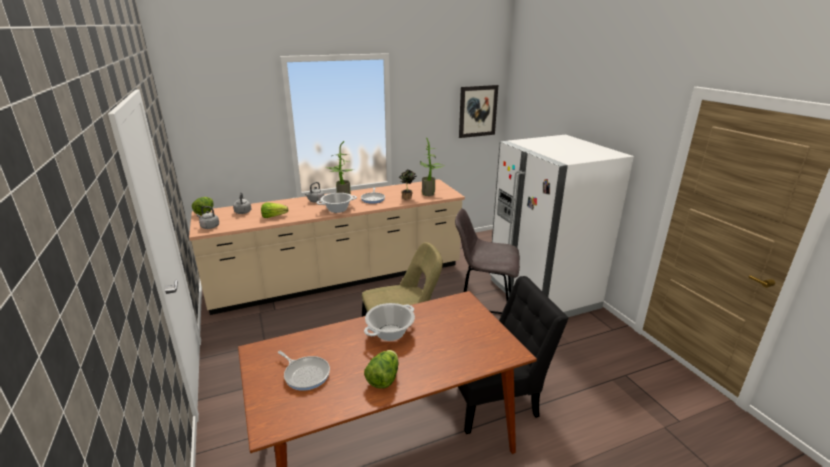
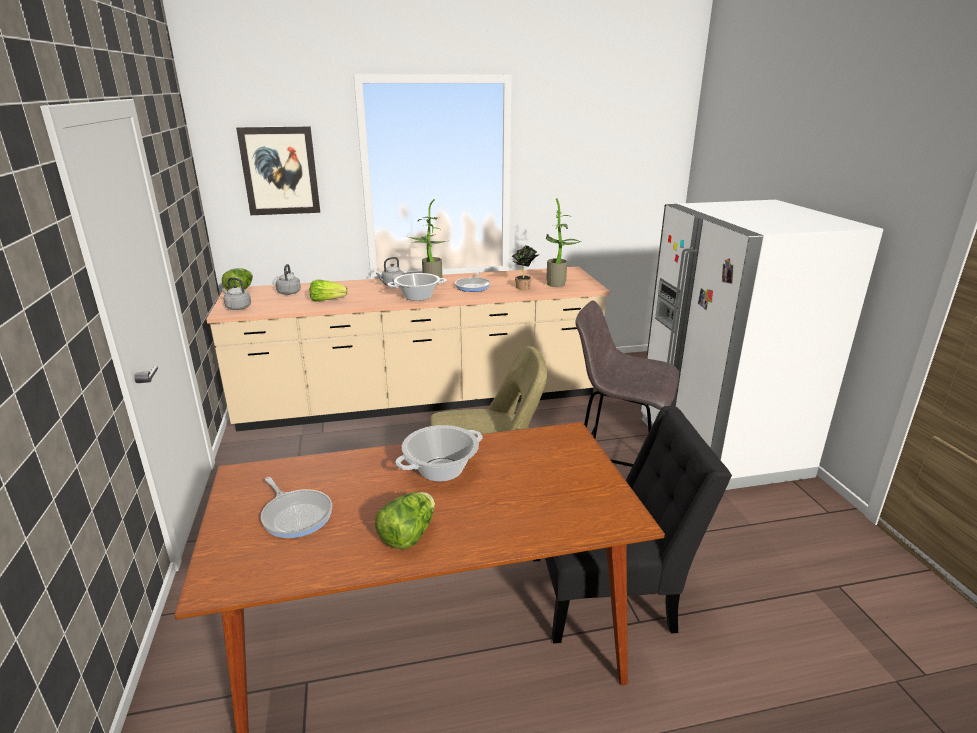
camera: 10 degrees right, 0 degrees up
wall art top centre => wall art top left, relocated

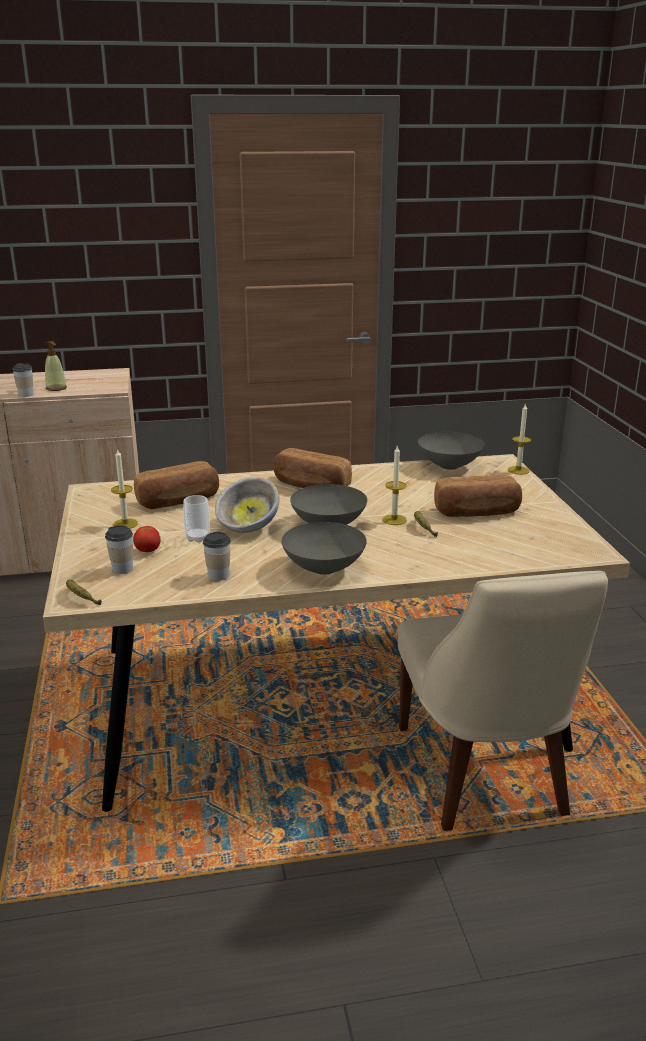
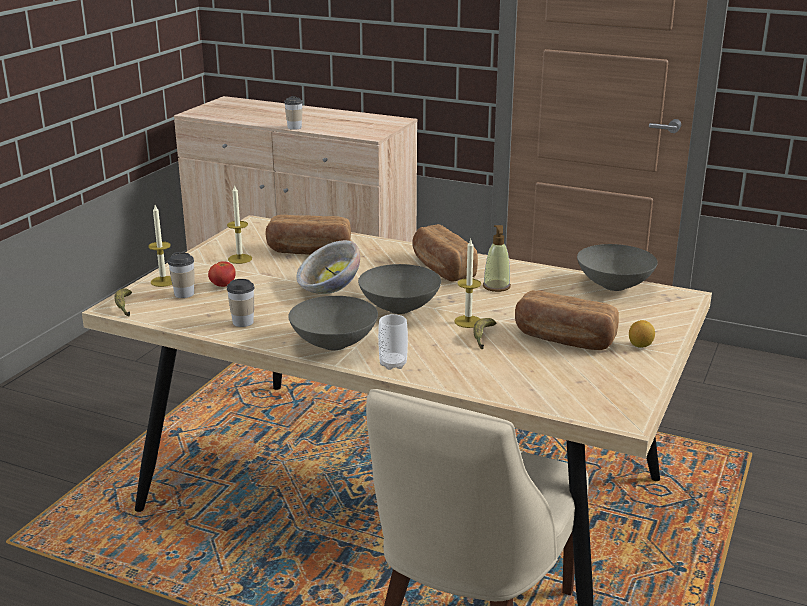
camera: 35 degrees right, 0 degrees up
soap dispenser middle left => soap dispenser centre, relocated
candle (no. 3 from left in the first image) middle right => candle (no. 1 from left) middle left, relocated
cup (no. 3 from left in the first image) middle left => cup (no. 4 from left) centre, relocated
nothing => lemon middle right

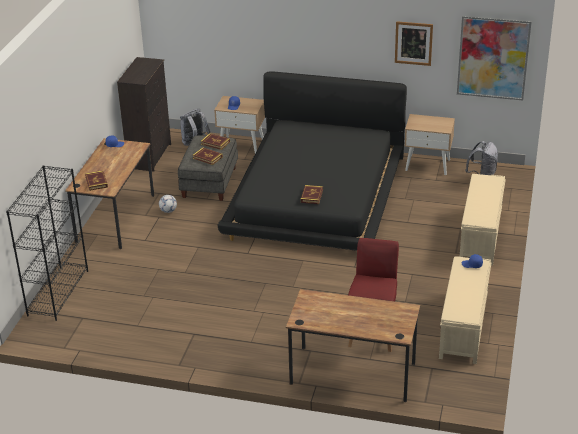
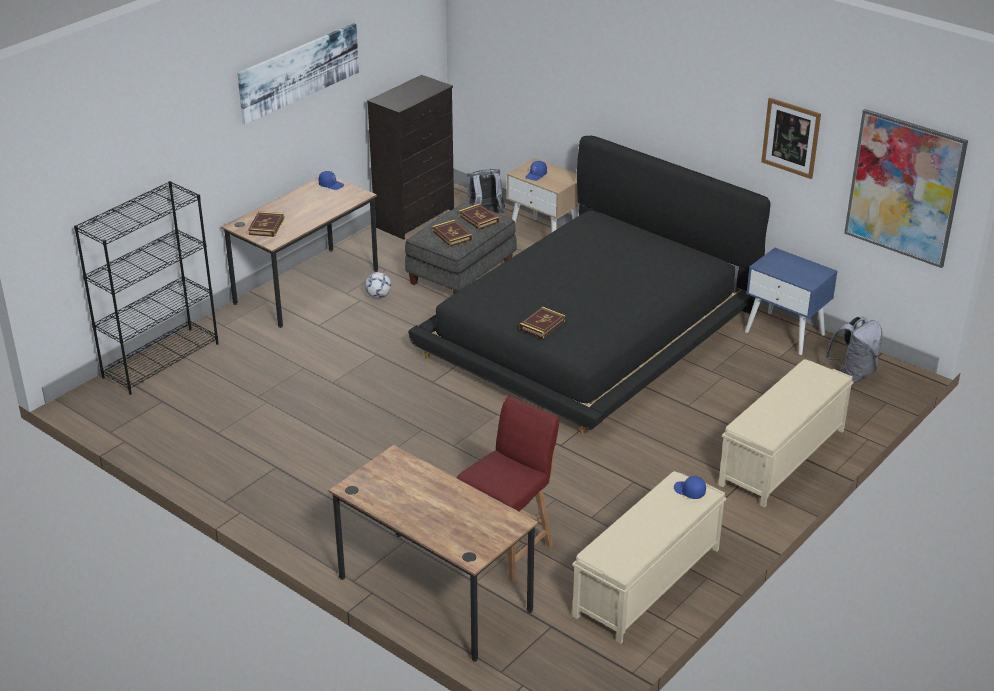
camera: 25 degrees right, 0 degrees up
beige nightstand (no. 2 from left) top right => bluish nightstand middle right
nothing => wall art (no. 1 from left) top left

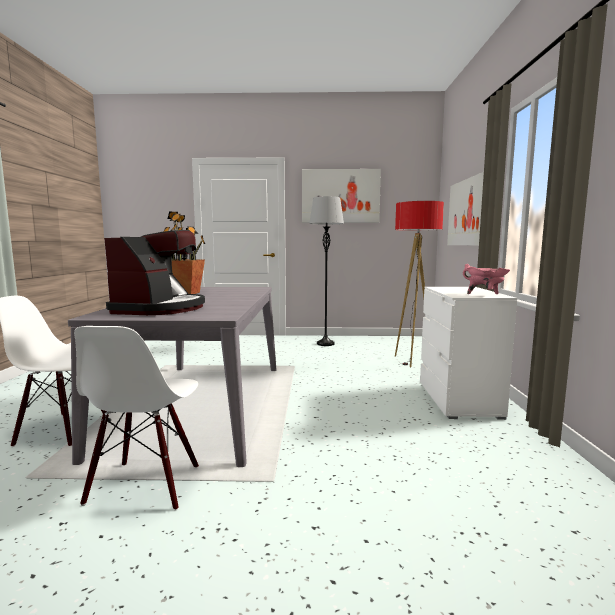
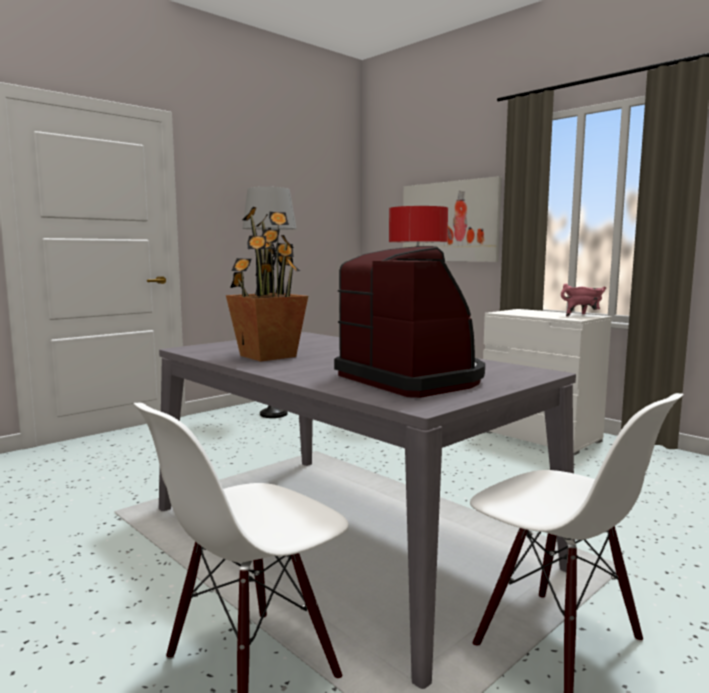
camera: 45 degrees left, 0 degrees up
wall art (no. 1 from left) top centre => nothing

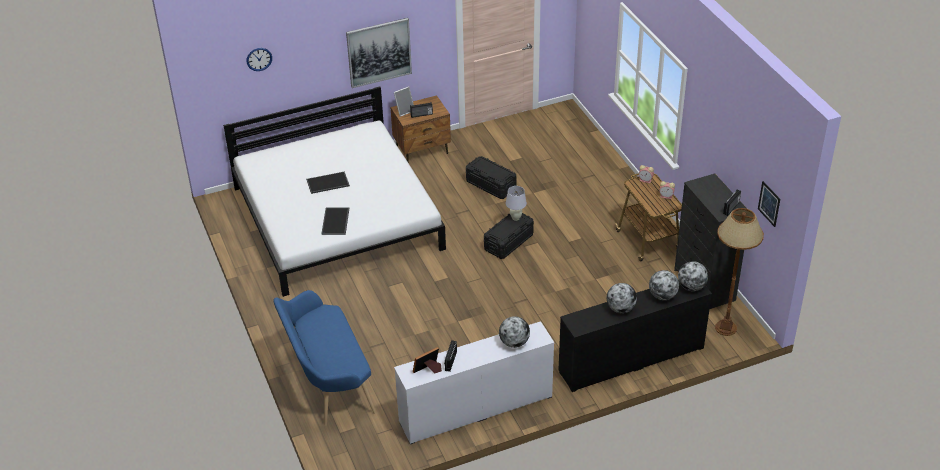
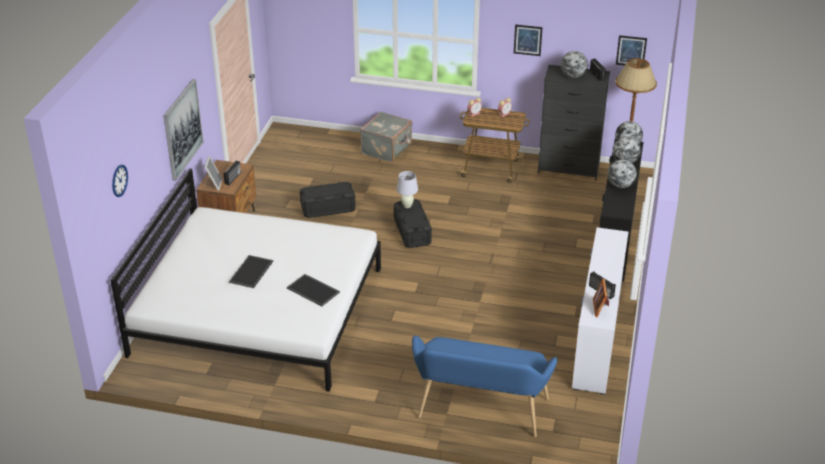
camera: 55 degrees left, 5 degrees down
desk globe (no. 1 from left) bottom centre => desk globe (no. 1 from left) top right, relocated
nothing => wall art (no. 2 from left) top centre
nothing => grey travel case top centre

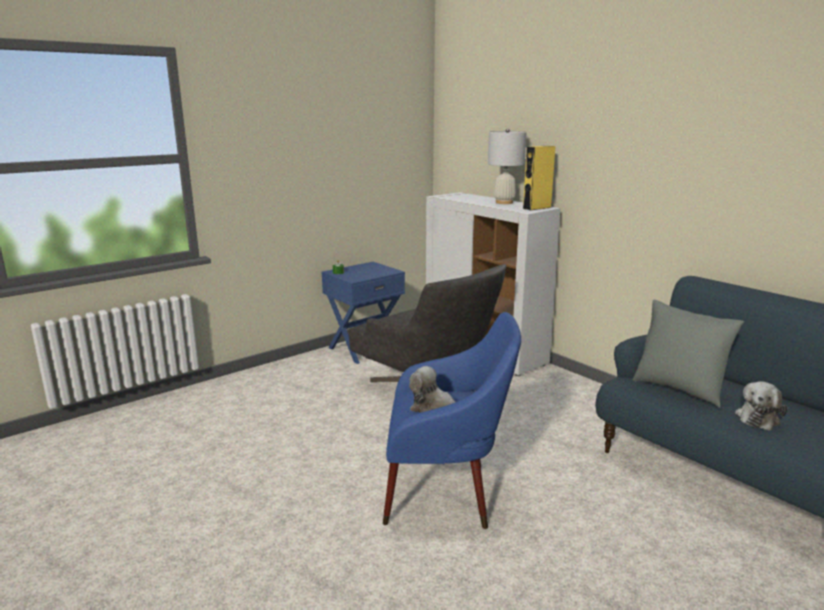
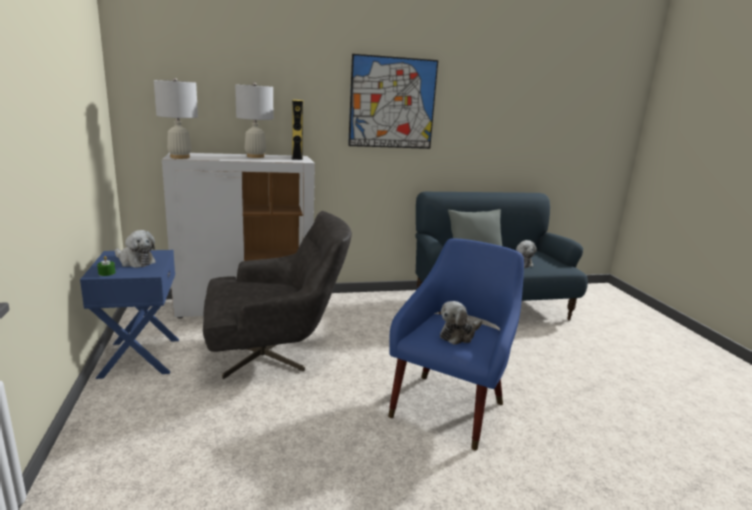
camera: 65 degrees left, 0 degrees up
nothing => wall art top centre
nothing => white-coloured tabletop lamp (no. 1 from left) top left
nothing => cuddly toy (no. 1 from left) middle left

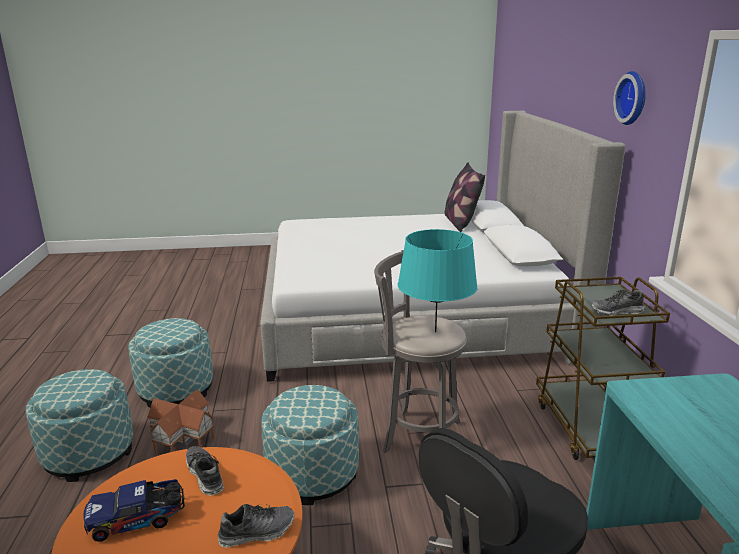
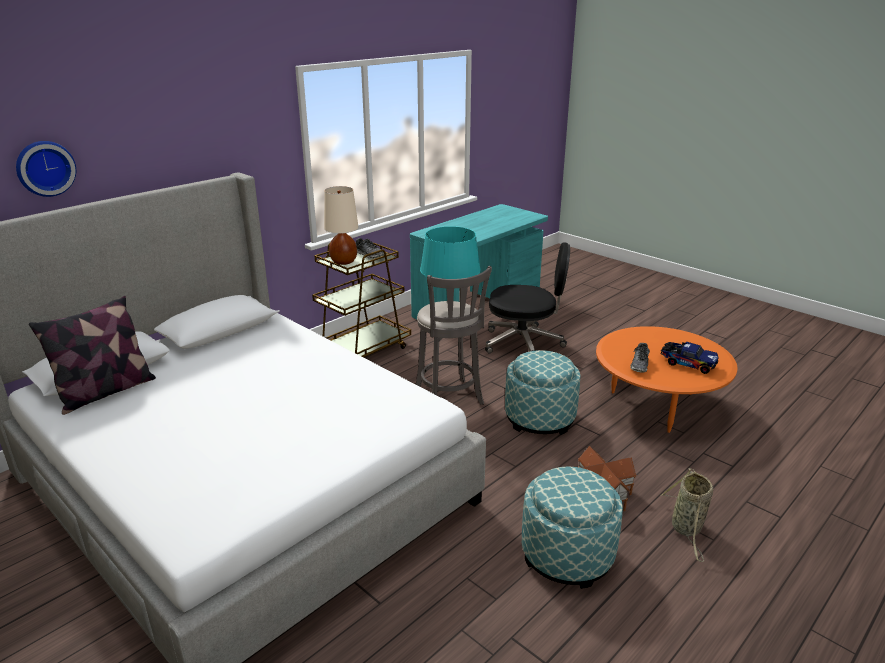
camera: 130 degrees left, 5 degrees up
wall clock top right => wall clock top left, relocated
ottoman (no. 1 from left) bottom left => basket bottom right
shoe (no. 2 from left) bottom centre => nothing
nothing => beige tabletop lamp centre

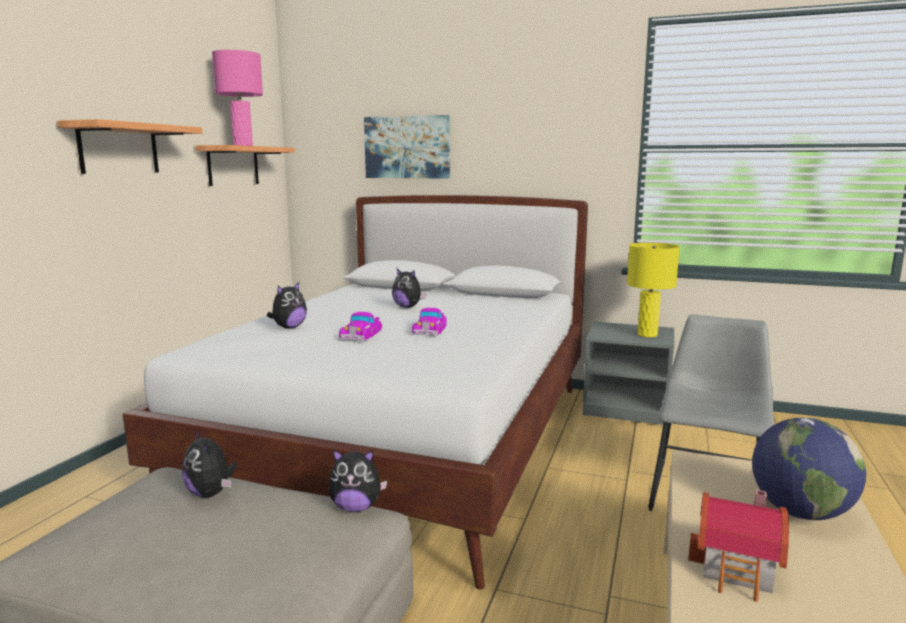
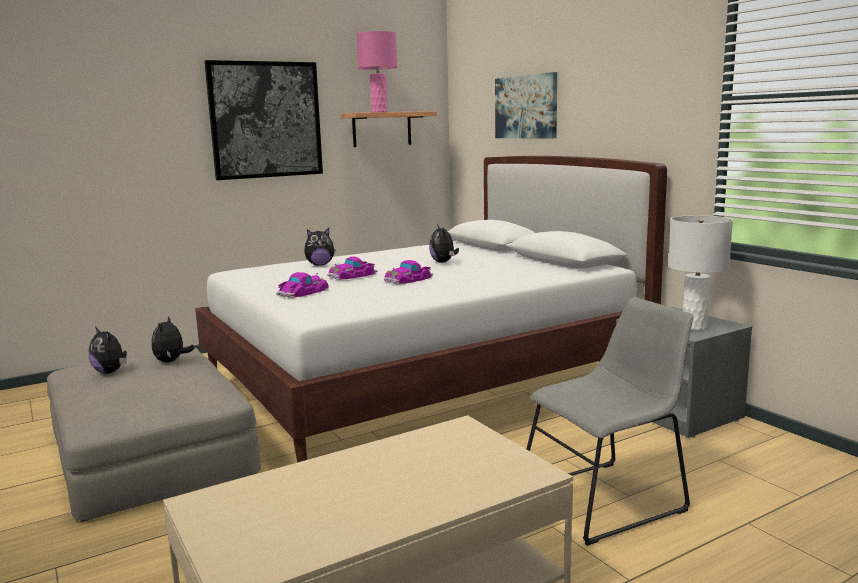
camera: 40 degrees right, 0 degrees up
shelf (no. 1 from left) top left => wall art (no. 1 from left) top left
yellow-coloured tabletop lamp middle right => white-coloured tabletop lamp middle right
desk globe bottom right => nothing
cuddly toy (no. 3 from left in the first image) bottom centre => cuddly toy (no. 1 from left) middle left, relocated
toy house bottom right => nothing
nothing => toy car (no. 1 from left) centre

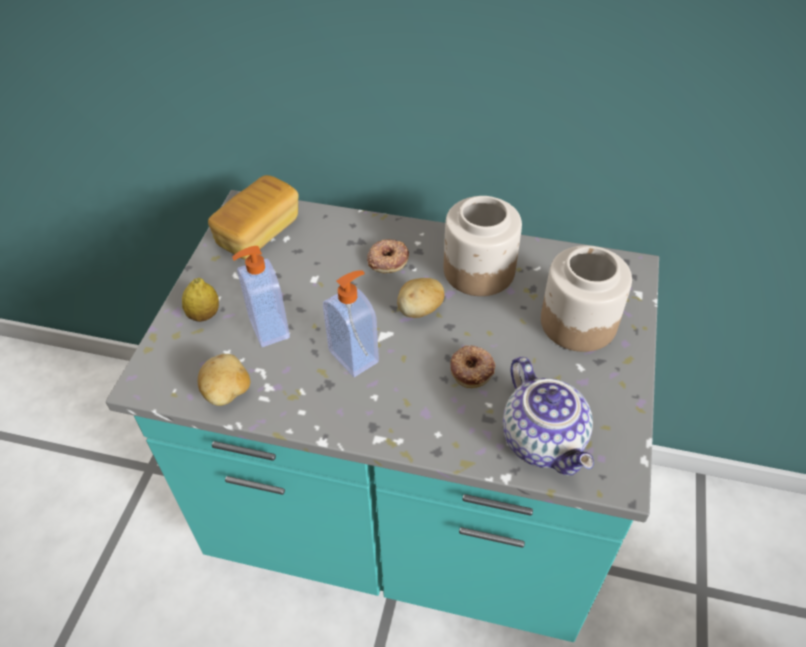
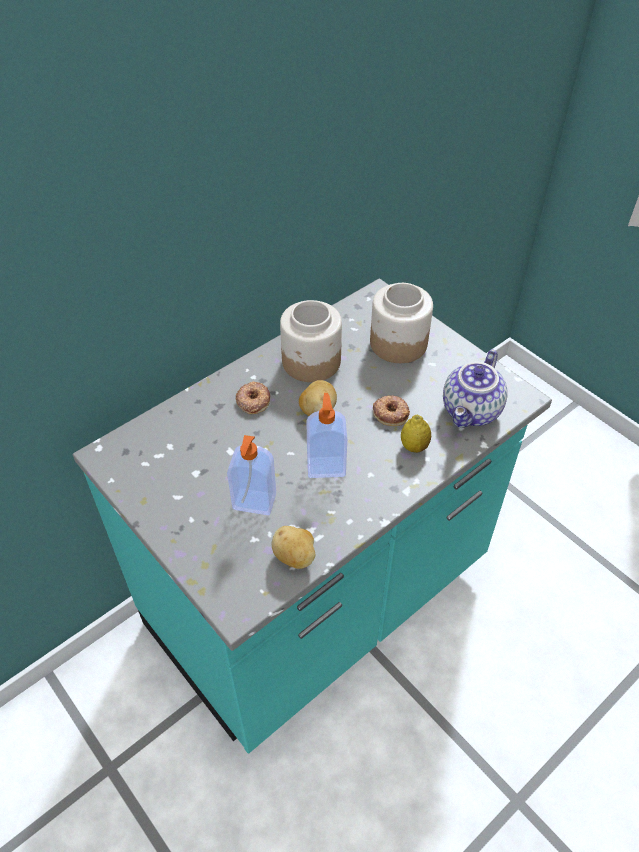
camera: 55 degrees left, 0 degrees up
bread middle left => nothing
lemon middle left => lemon centre, relocated
teapot middle right, 105 degrees clockwise

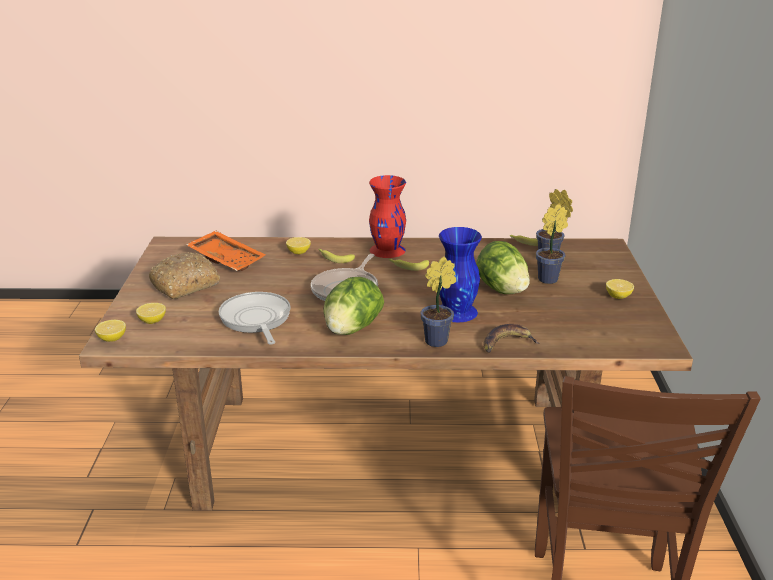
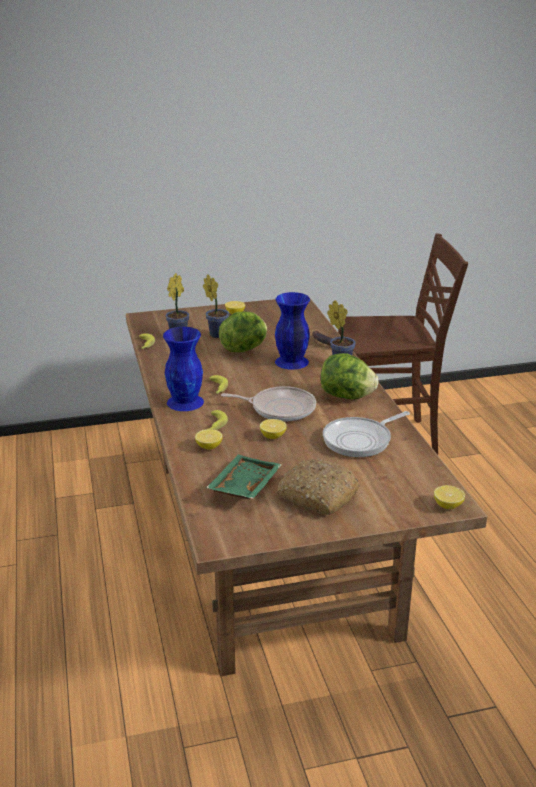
camera: 105 degrees left, 0 degrees up
reddish flower vase centre => bluish flower vase (no. 1 from left) centre
orange-coloured serving tray middle left => green serving tray centre
lemon (no. 2 from left in the first image) middle left => lemon (no. 3 from left) centre, relocated

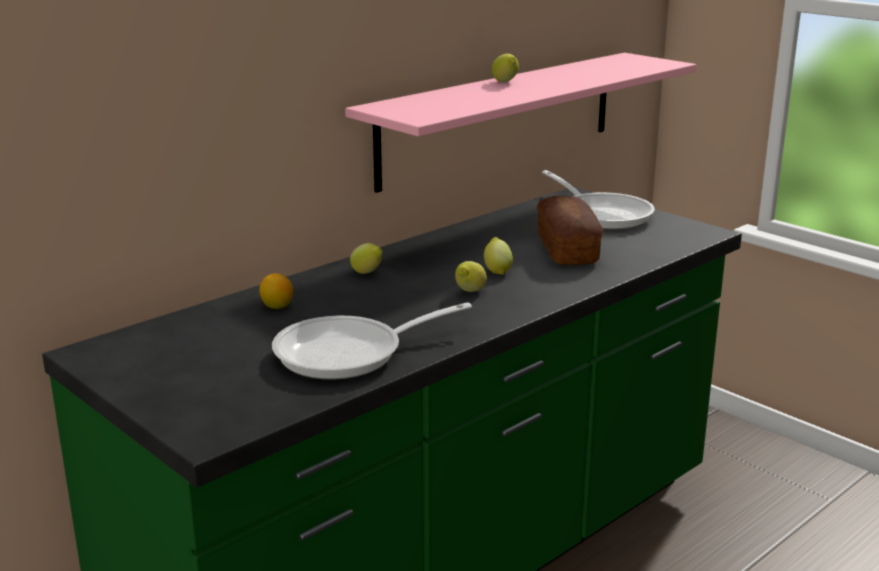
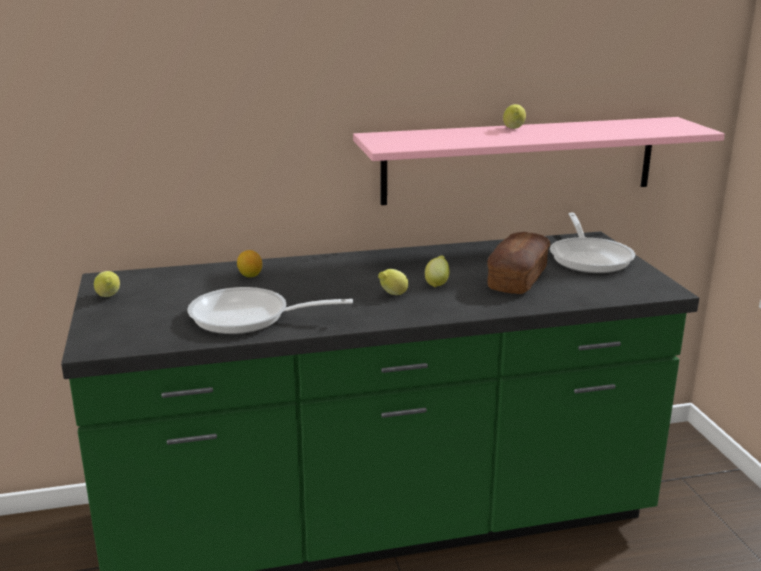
camera: 30 degrees right, 0 degrees up
lemon (no. 2 from left in the first image) centre => lemon (no. 1 from left) middle left, relocated

